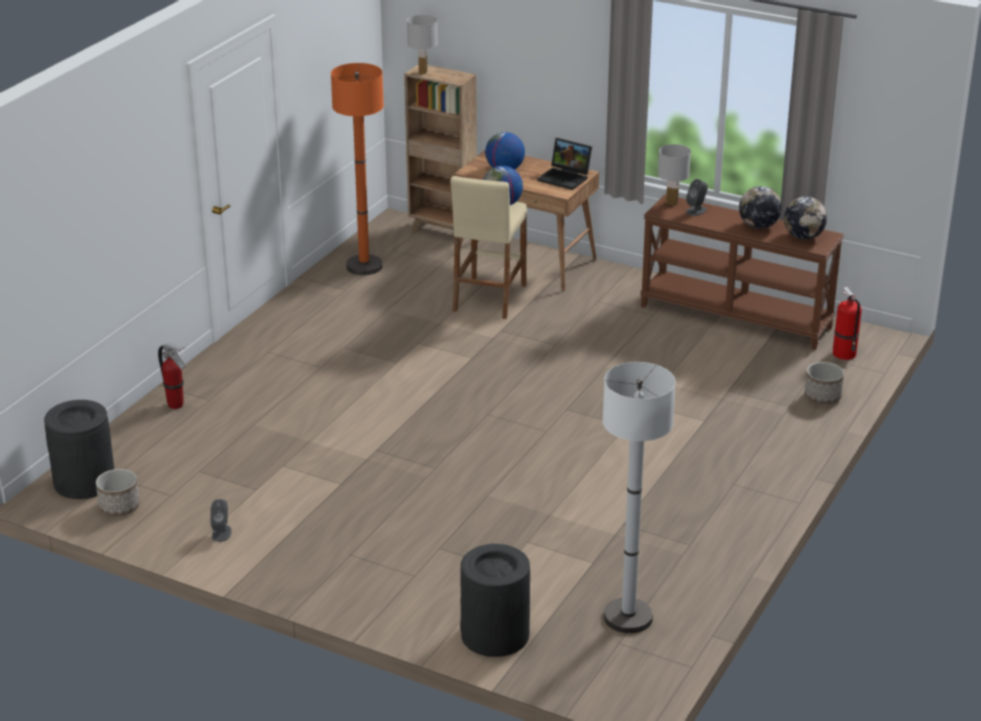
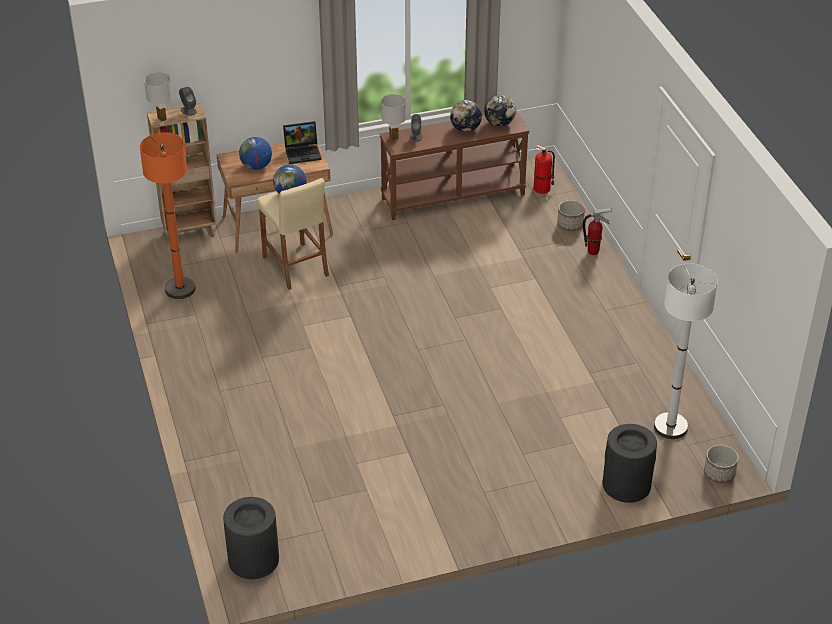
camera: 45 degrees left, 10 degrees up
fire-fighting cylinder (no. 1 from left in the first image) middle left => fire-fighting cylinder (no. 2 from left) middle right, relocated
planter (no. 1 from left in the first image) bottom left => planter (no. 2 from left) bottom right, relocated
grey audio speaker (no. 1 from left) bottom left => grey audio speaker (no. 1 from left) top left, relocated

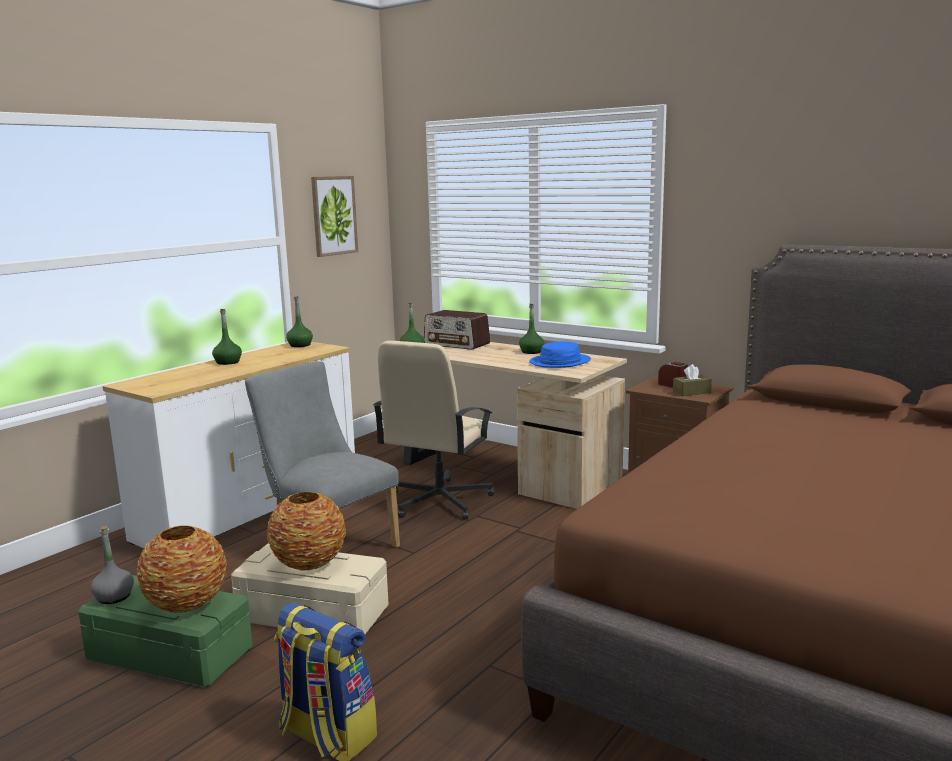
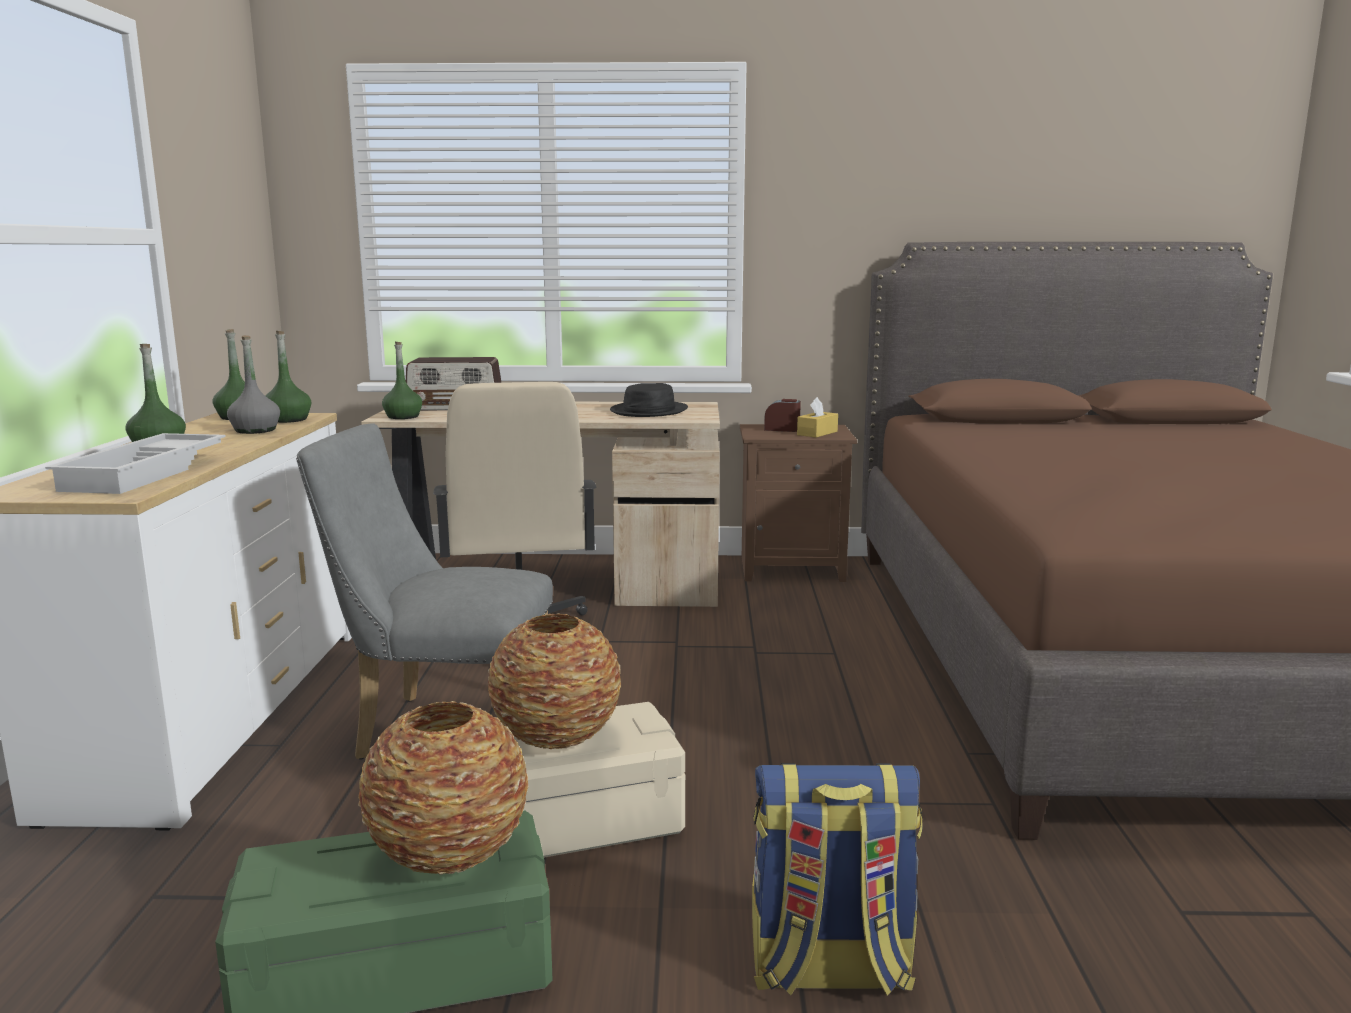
camera: 35 degrees left, 0 degrees up
wall art top centre => nothing
green bottle (no. 4 from left in the first image) centre => green bottle (no. 3 from left) middle left, relocated
bluish wearable hat centre => black wearable hat centre
brown tissue box middle right => yellow-coloured tissue box centre
grey bottle bottom left => grey bottle middle left, relocated
nothing => white-coloured serving tray middle left

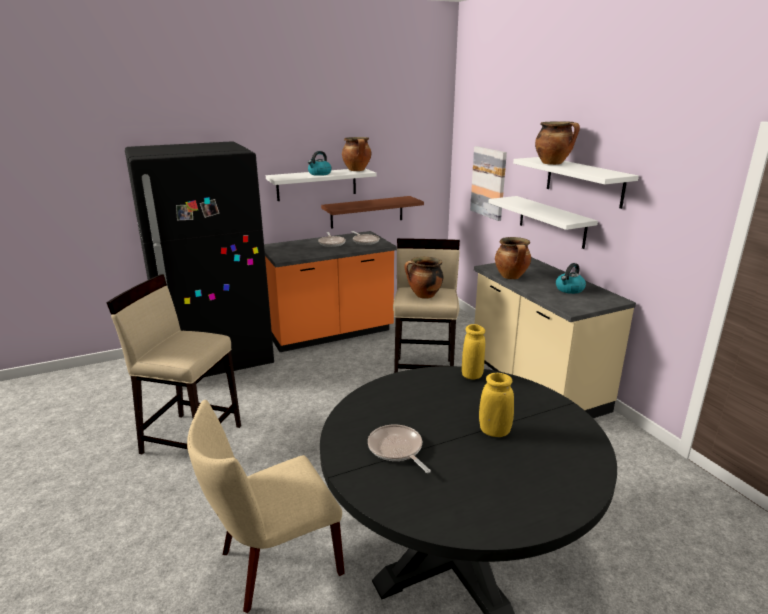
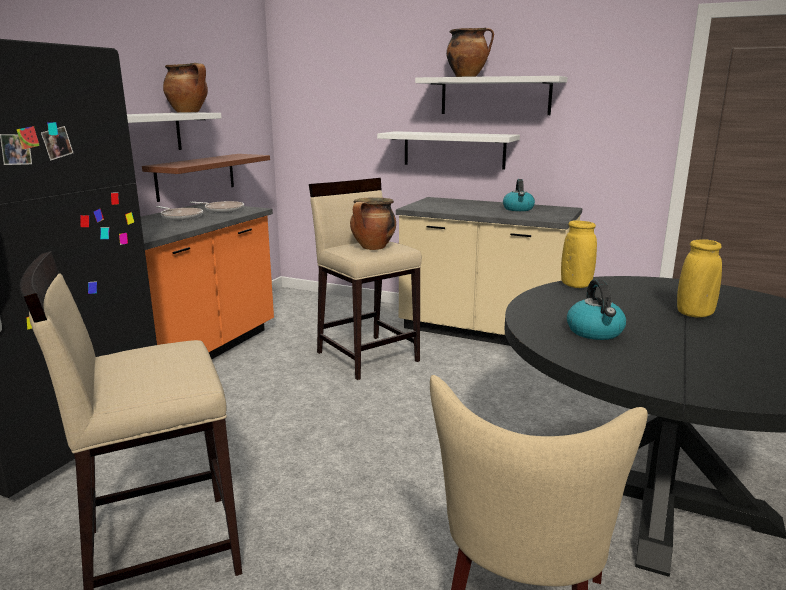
camera: 40 degrees left, 5 degrees down
wall art top centre => nothing
tea kettle (no. 1 from left in the first image) top centre => tea kettle (no. 2 from left) middle right, relocated
stockpot (no. 3 from left) middle right => nothing
frying pan (no. 3 from left) bottom centre => nothing

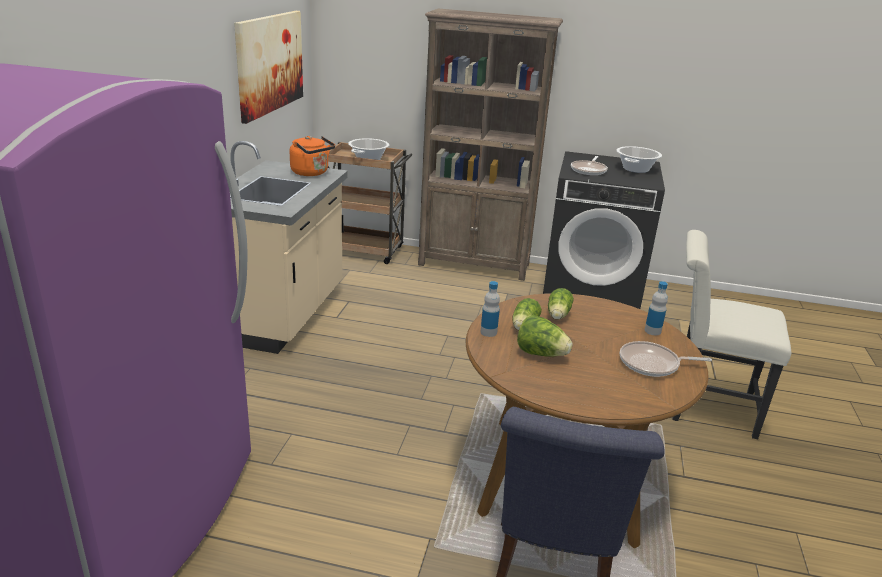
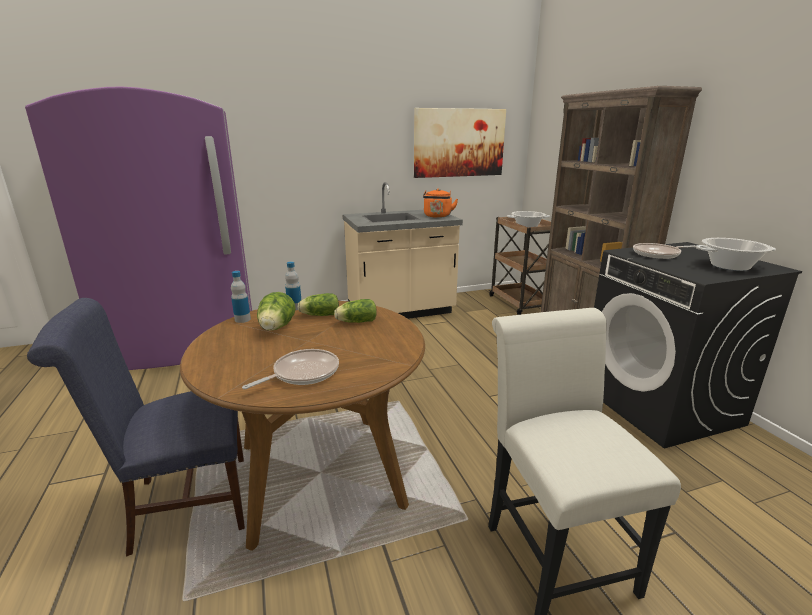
camera: 60 degrees right, 5 degrees down
bottle (no. 2 from left in the first image) middle right => bottle (no. 1 from left) middle left, relocated
frying pan (no. 2 from left in the first image) middle right => frying pan (no. 1 from left) centre, 75 degrees clockwise

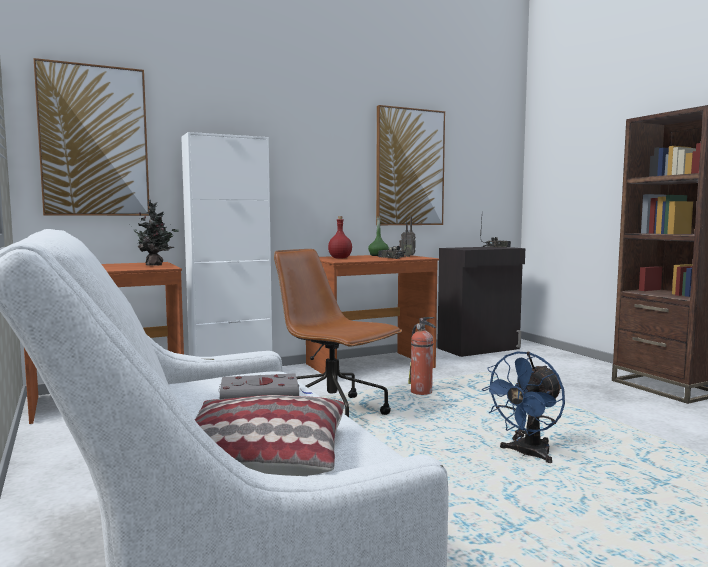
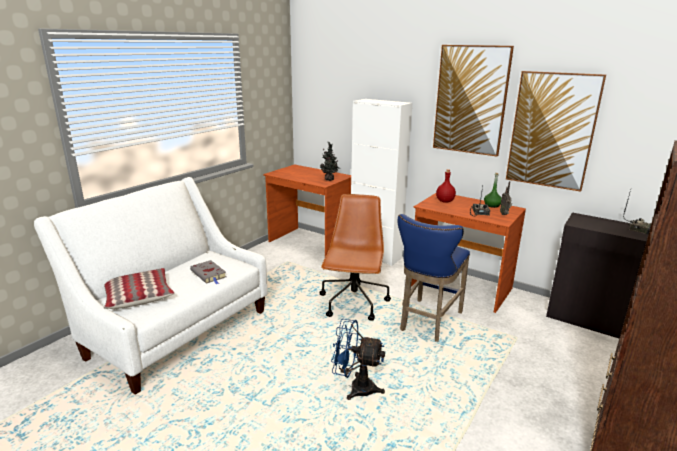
camera: 60 degrees right, 15 degrees up
wall art (no. 1 from left) top left => wall art (no. 1 from left) top right, relocated
fire-fighting cylinder centre => bluish stool centre

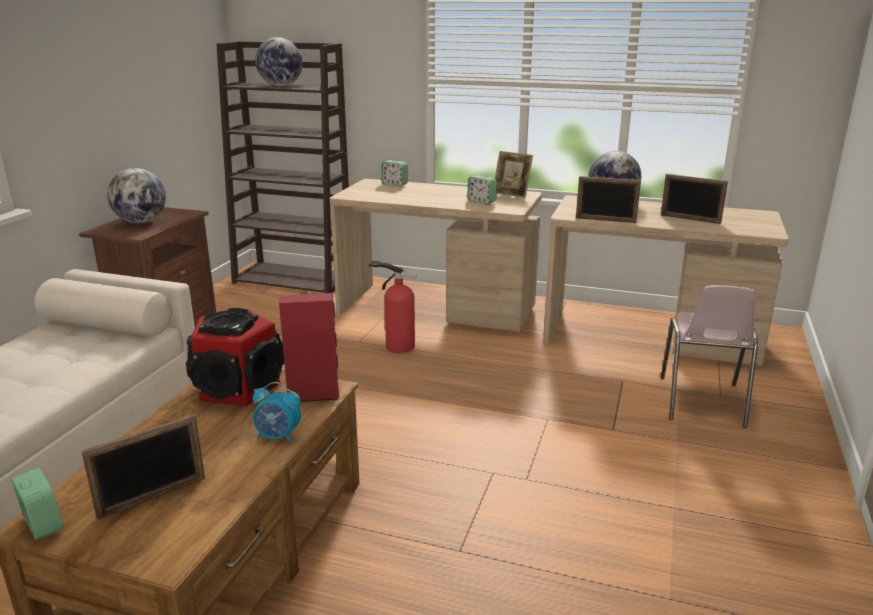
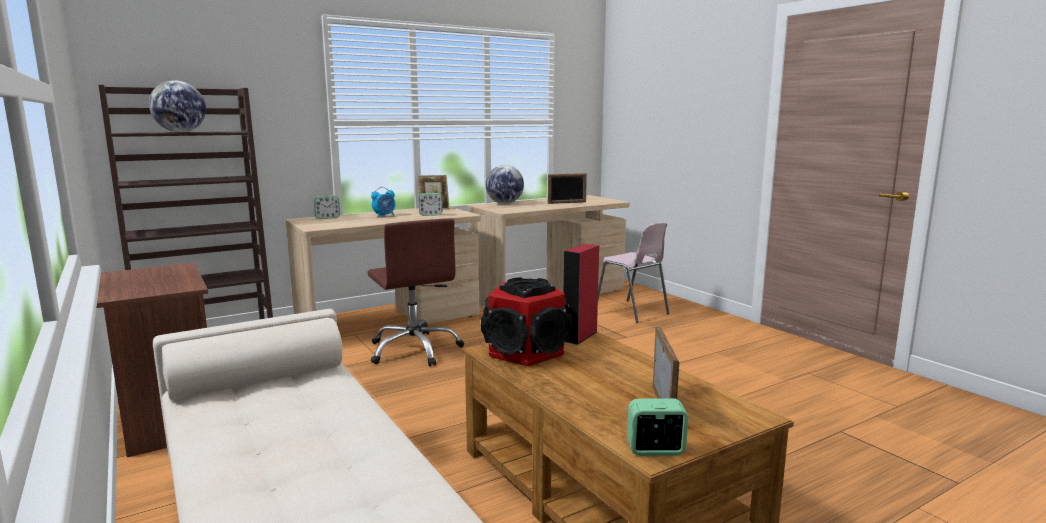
camera: 50 degrees left, 10 degrees down
desk globe (no. 1 from left) top left => nothing
picture frame (no. 3 from left) top right => nothing
fire-fighting cylinder centre => brown computer chair centre
bedside clock (no. 2 from left) bottom left => bedside clock (no. 2 from left) centre, relocated

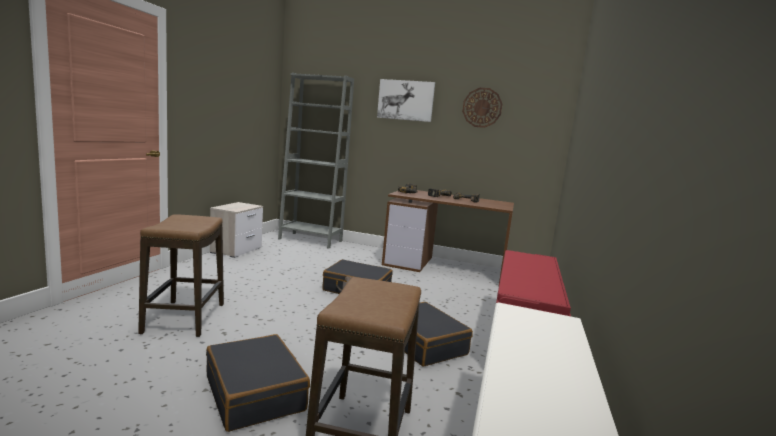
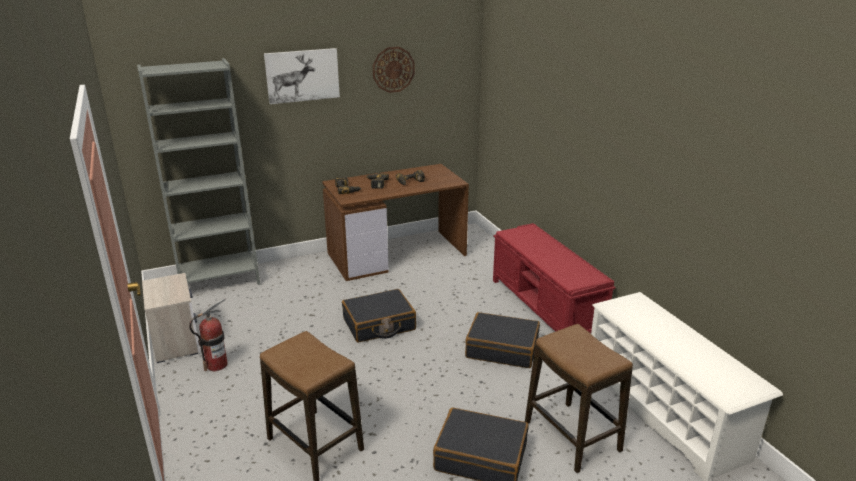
camera: 40 degrees left, 15 degrees up
nothing => fire-fighting cylinder bottom left

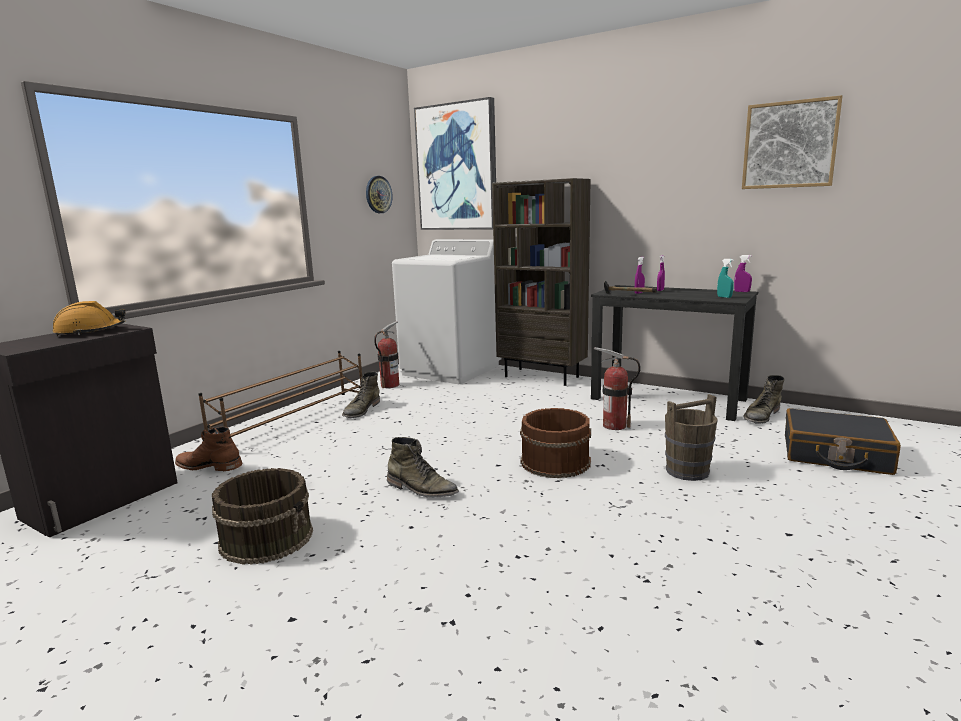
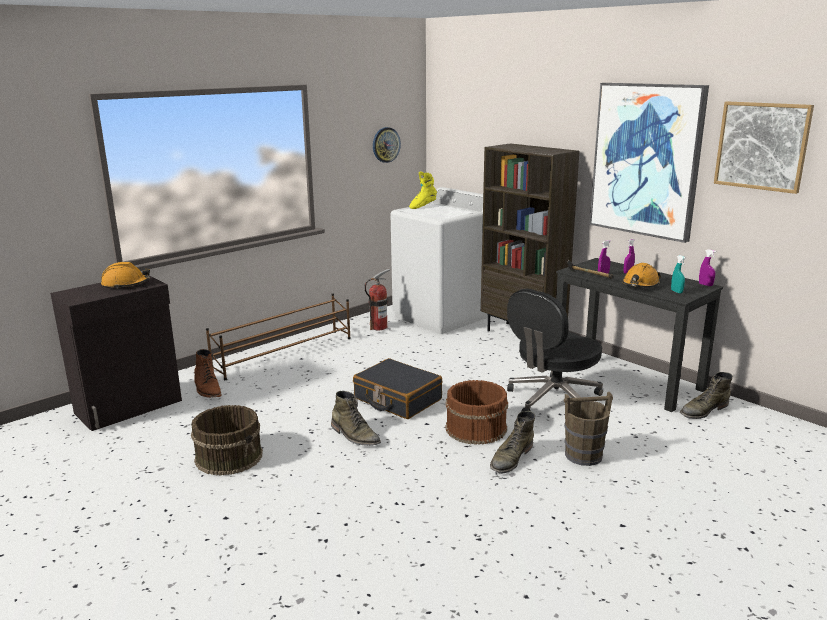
camera: 15 degrees right, 5 degrees up
wall art (no. 1 from left) top centre => wall art (no. 1 from left) top right, relocated
fire-fighting cylinder (no. 2 from left) centre => black computer chair middle right
green boot (no. 1 from left in the first image) centre => green boot (no. 2 from left) bottom centre, relocated
black travel case middle right => black travel case centre, relocated
brown boot middle left, 150 degrees counterclockwise
nothing => yellow-coloured boot top centre
nothing => orange-coloured safety helmet (no. 2 from left) middle right

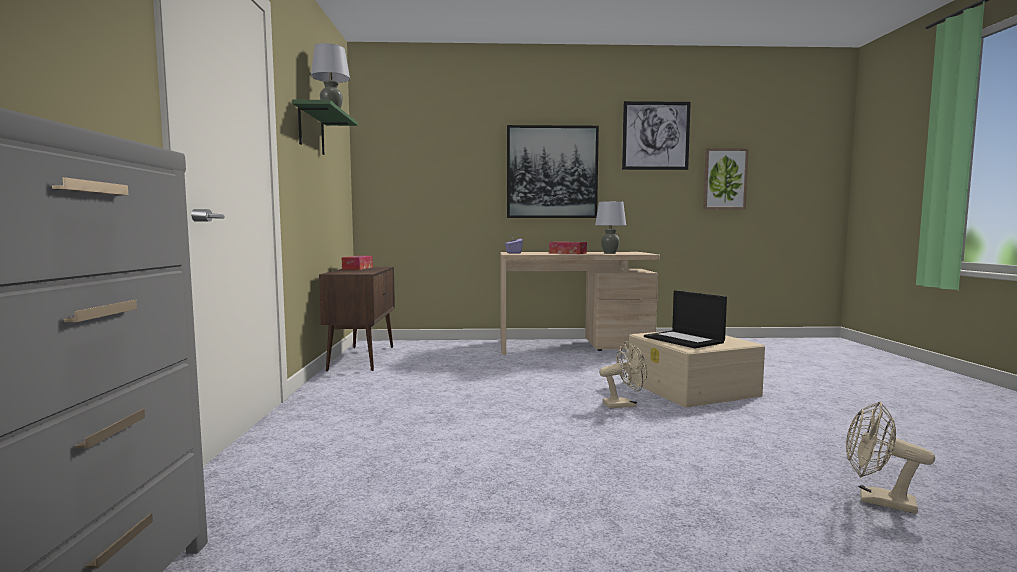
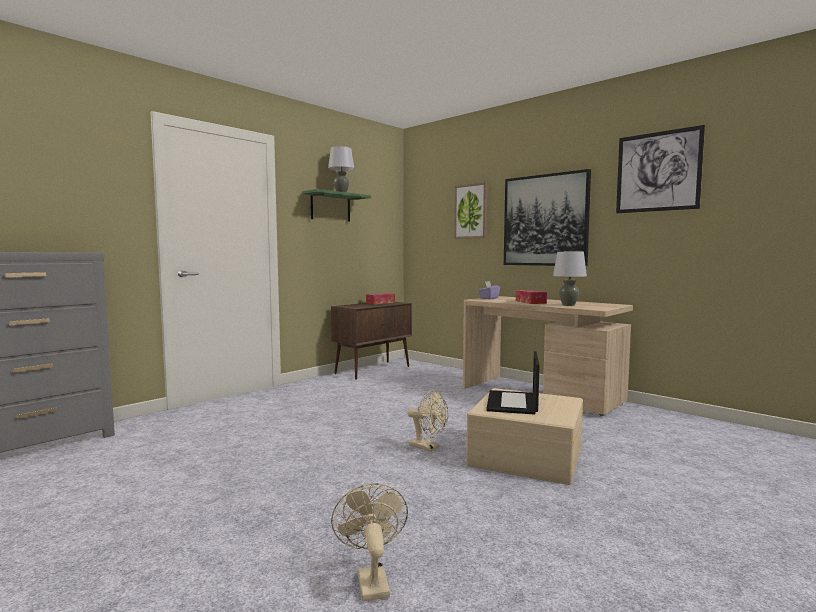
camera: 45 degrees right, 0 degrees up
wall art (no. 3 from left in the first image) top right => wall art (no. 1 from left) centre, relocated

